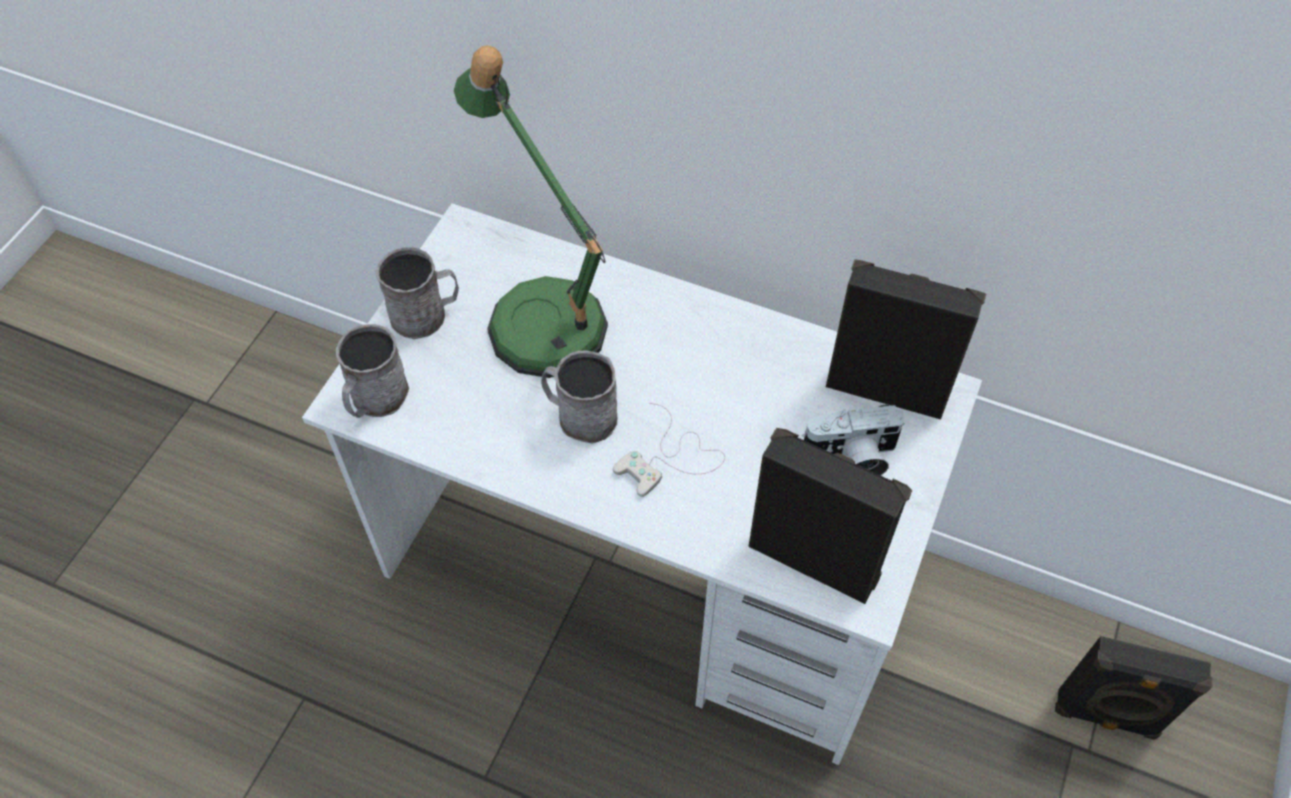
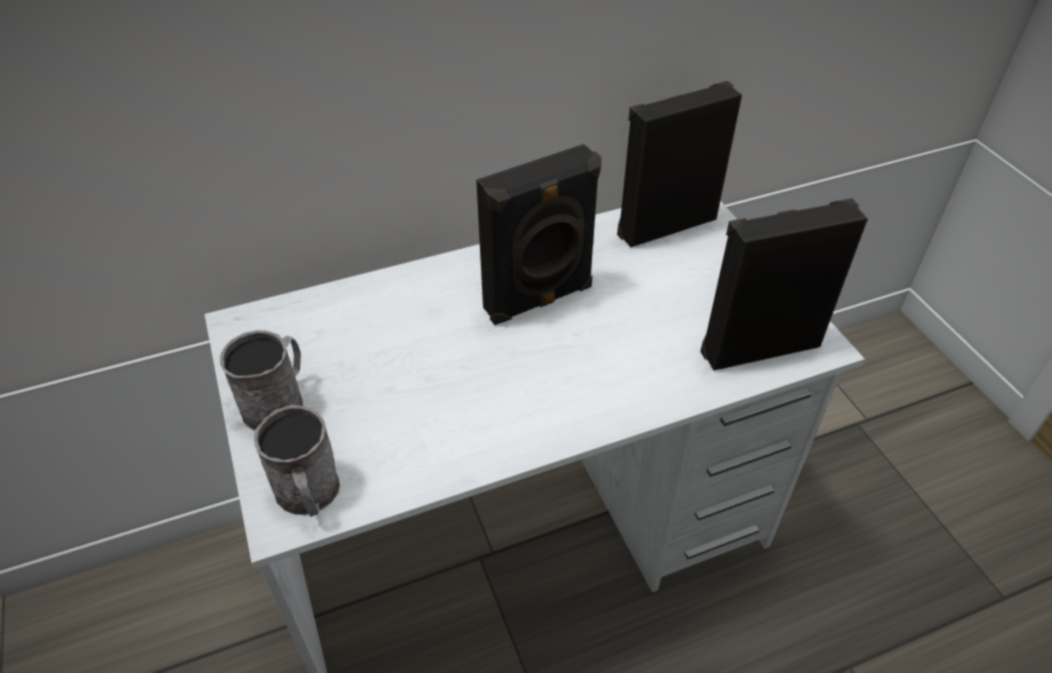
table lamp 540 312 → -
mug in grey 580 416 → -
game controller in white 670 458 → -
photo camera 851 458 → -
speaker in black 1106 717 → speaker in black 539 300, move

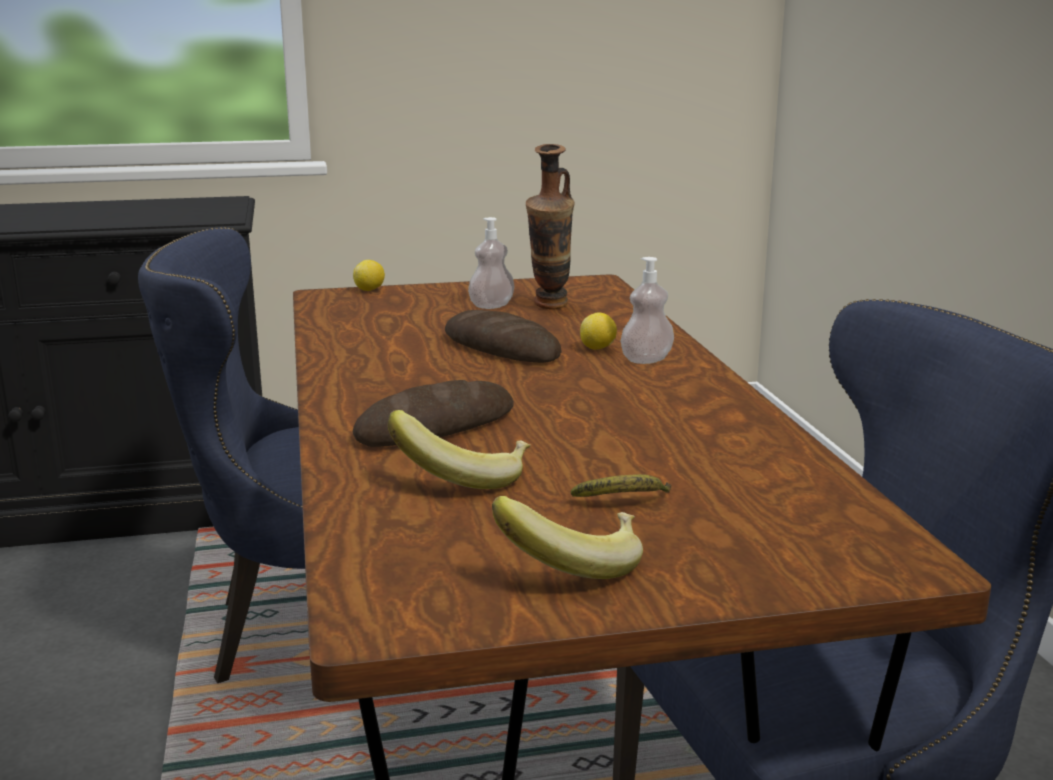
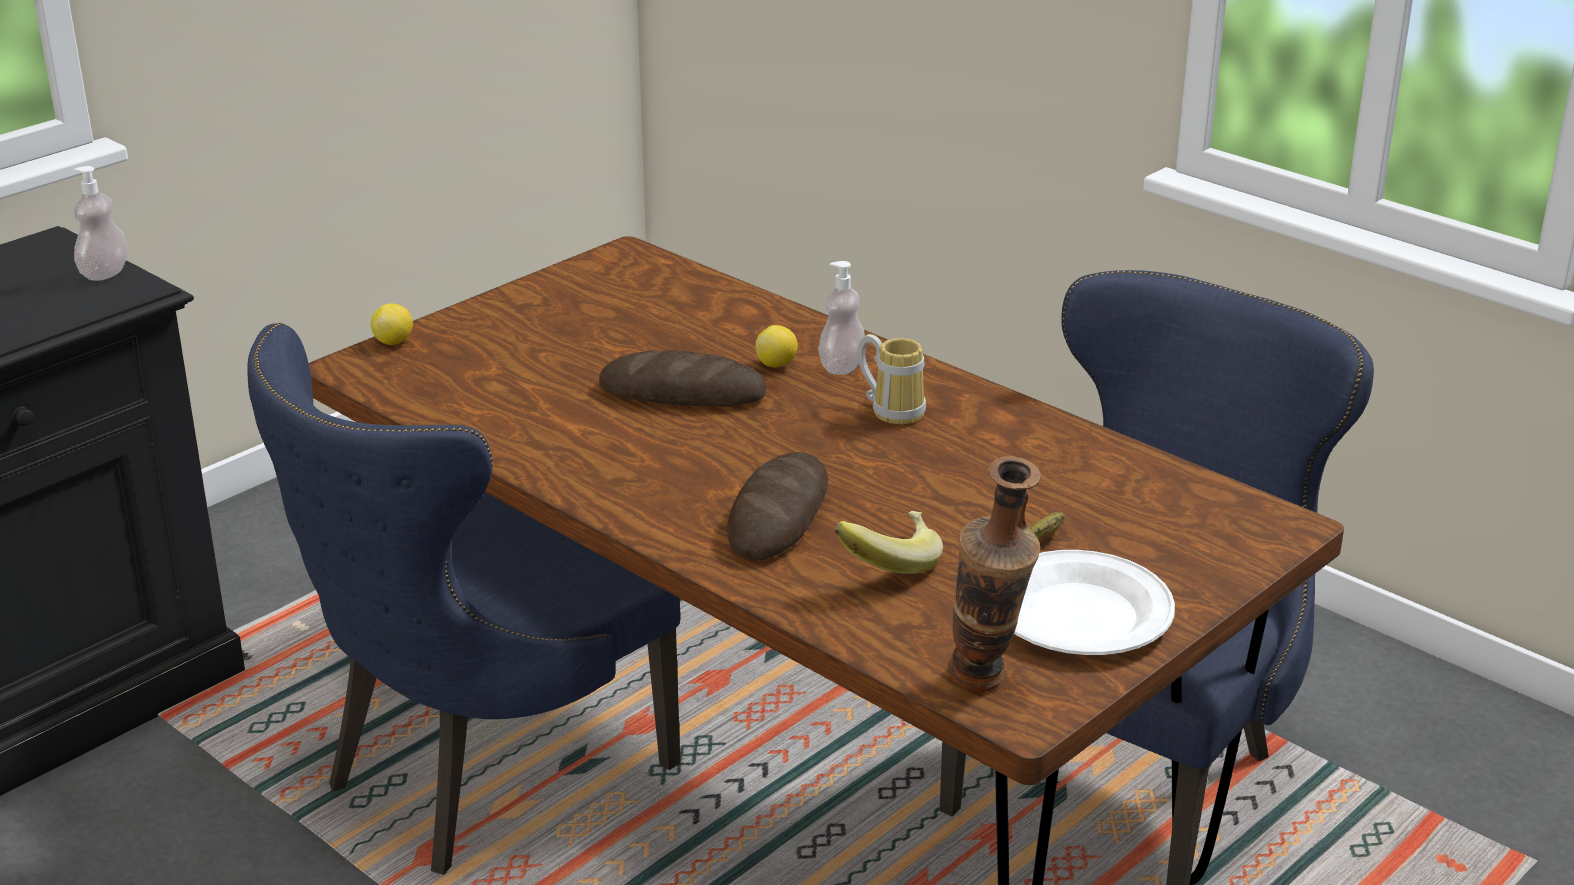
- → mug 894 409
soap dispenser 491 306 → soap dispenser 105 273, move
vase 549 308 → vase 986 687, move
banana 572 564 → plate in white 1081 612

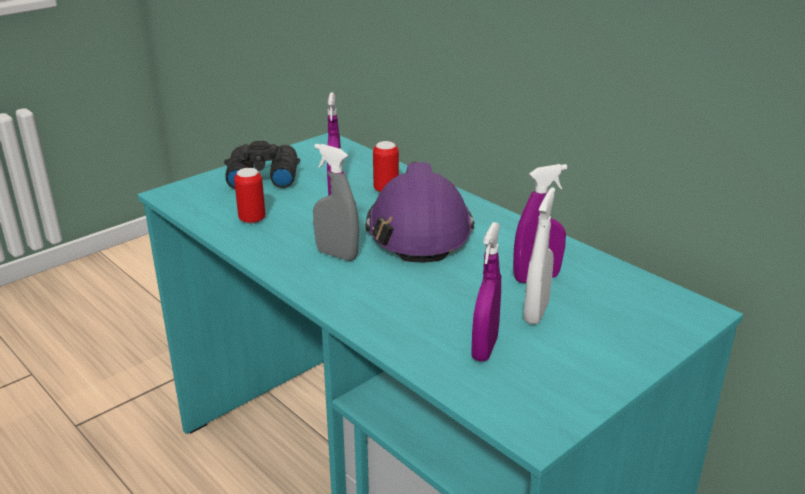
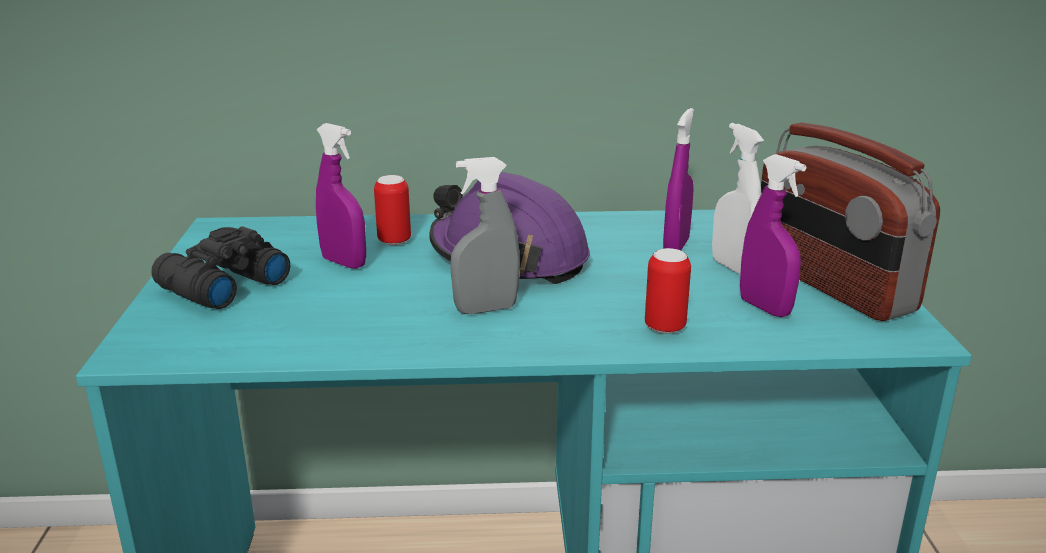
- → radio 829 284
can 252 219 → can 665 327, move

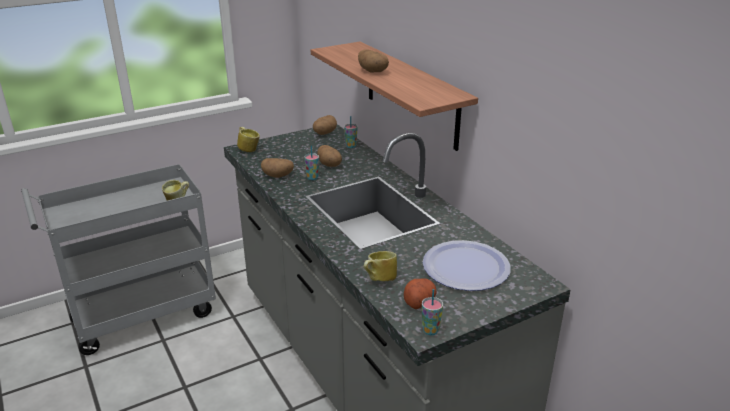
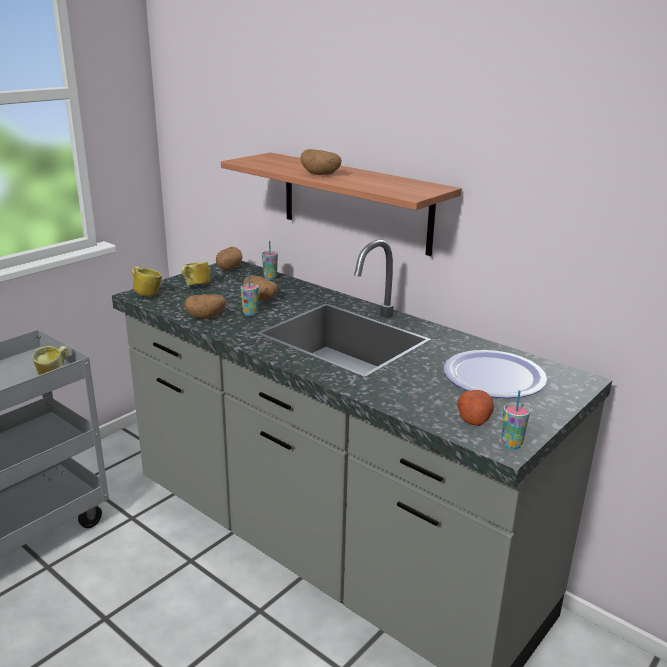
mug 379 280 → mug 195 287, move

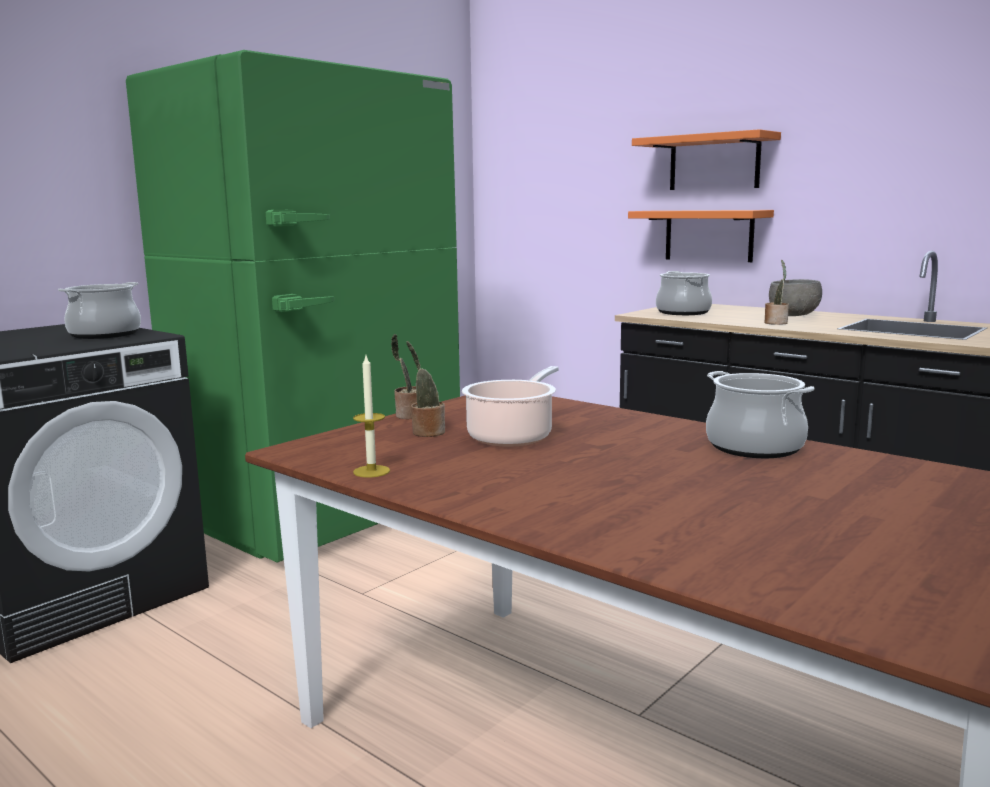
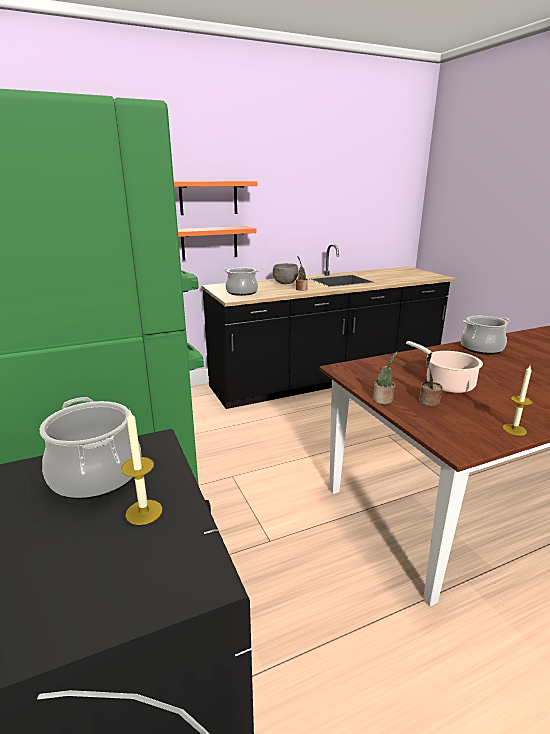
- → candle 144 512

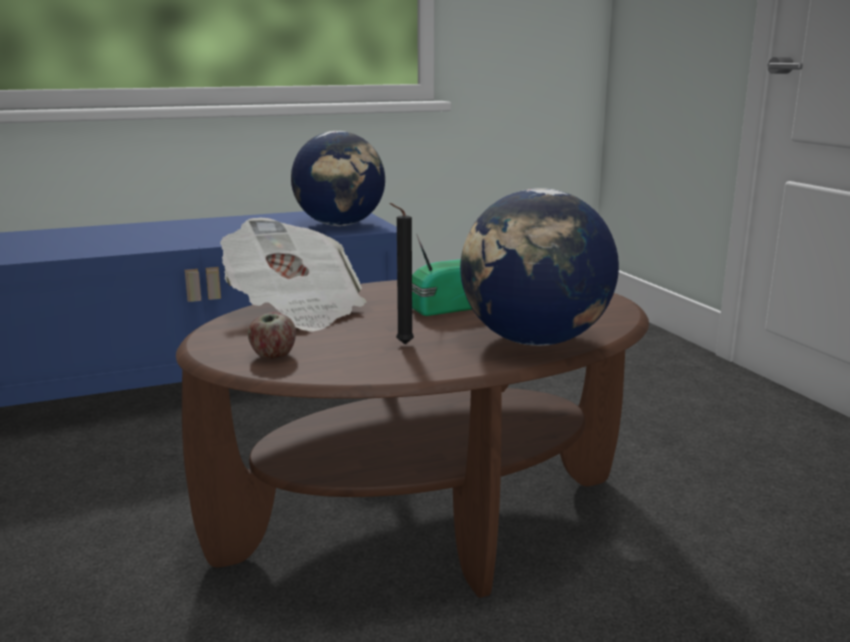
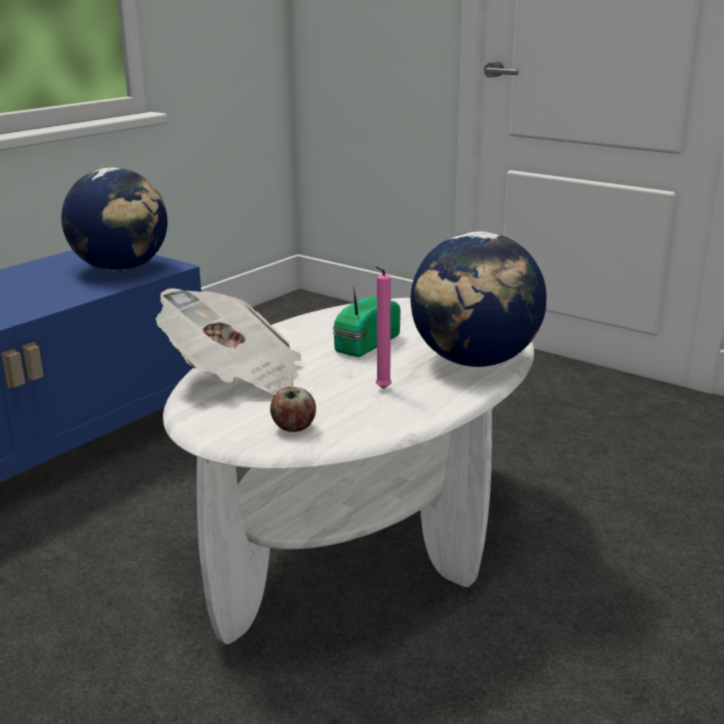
coffee table in brown 425 520 → coffee table in white 364 540
candle in black 402 344 → candle in pink 381 389

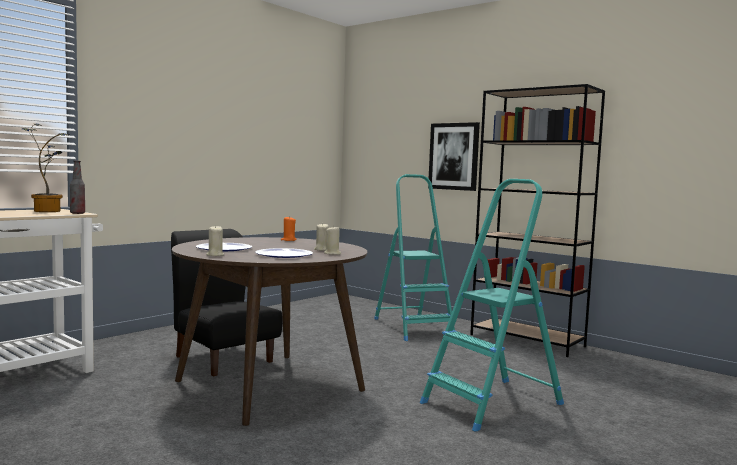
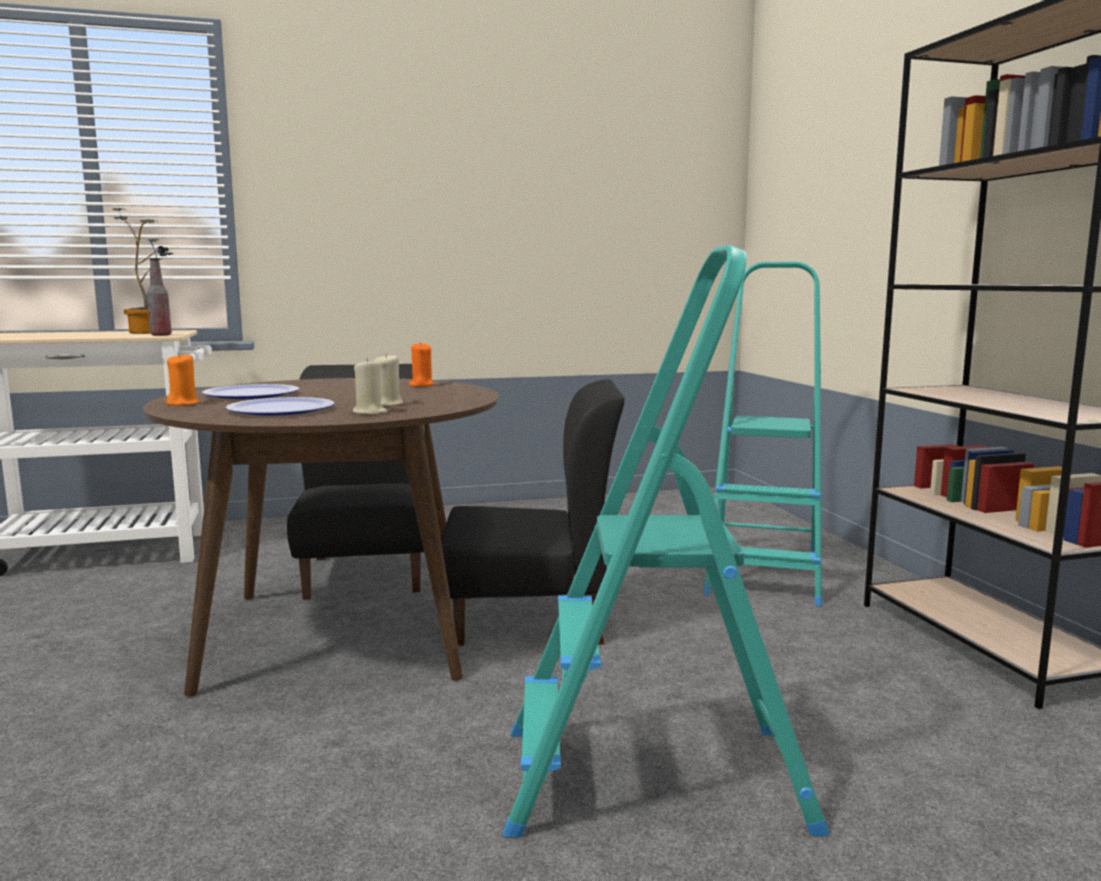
picture 454 156 → -
- → chair in black 530 619
candle in beige 215 255 → candle in orange 183 404

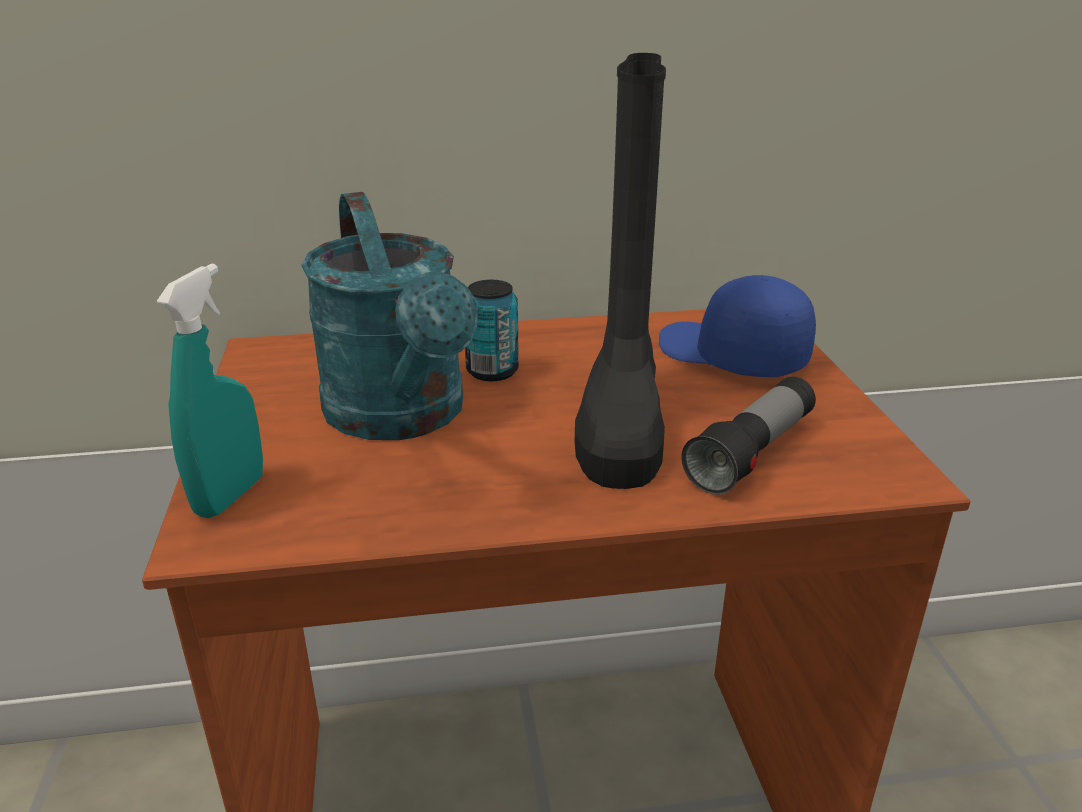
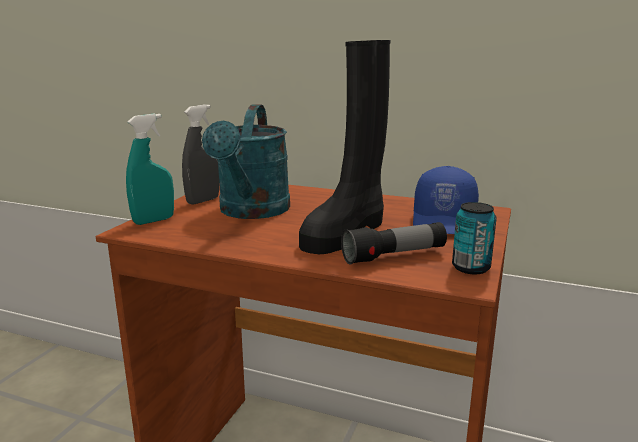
- → spray bottle in grey 203 201
can 492 371 → can 471 268, move
cap in blue 730 356 → cap in blue 445 221, 150 degrees counterclockwise

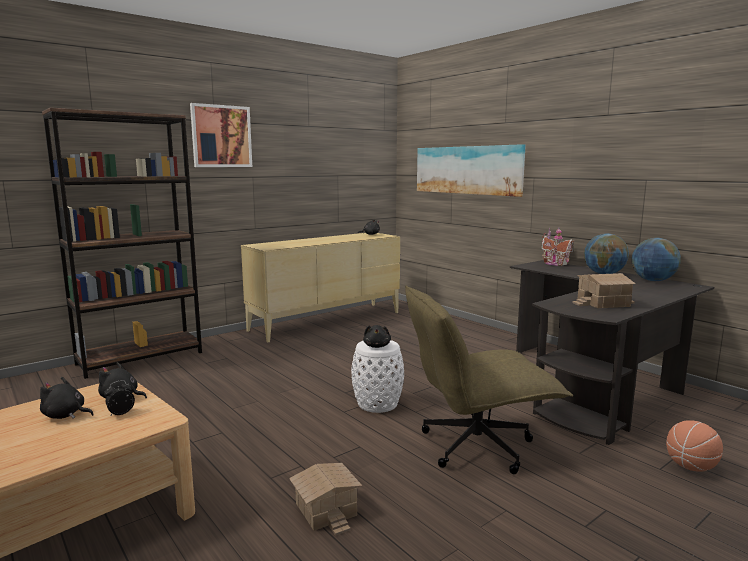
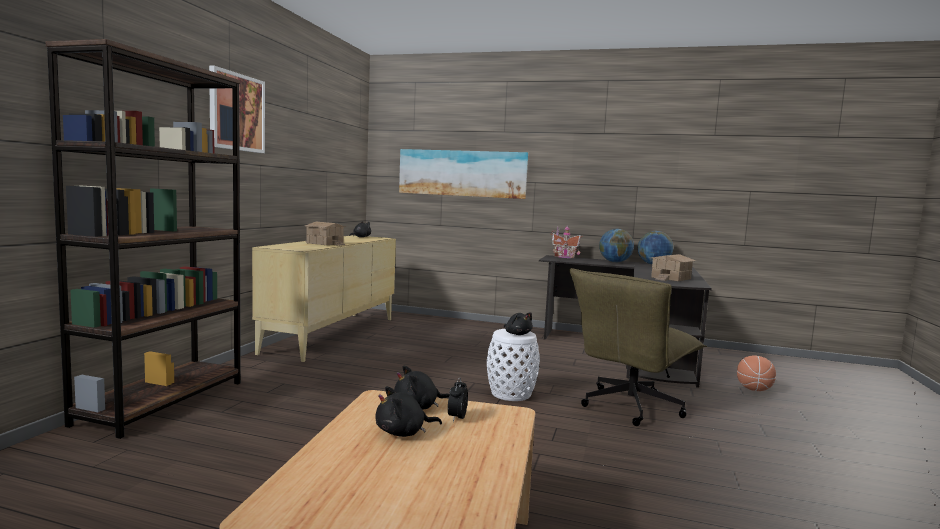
toy house 327 509 → toy house 325 243, move

